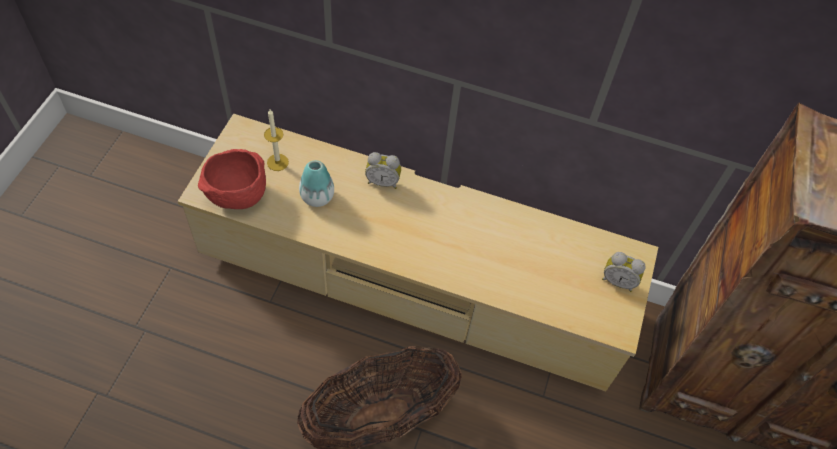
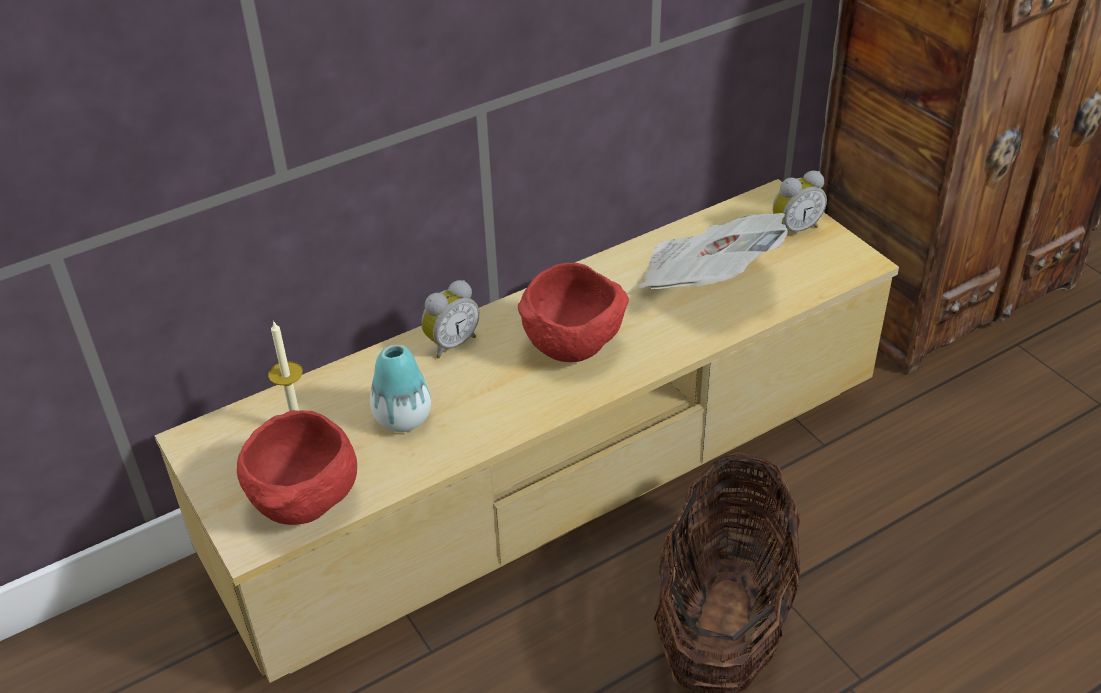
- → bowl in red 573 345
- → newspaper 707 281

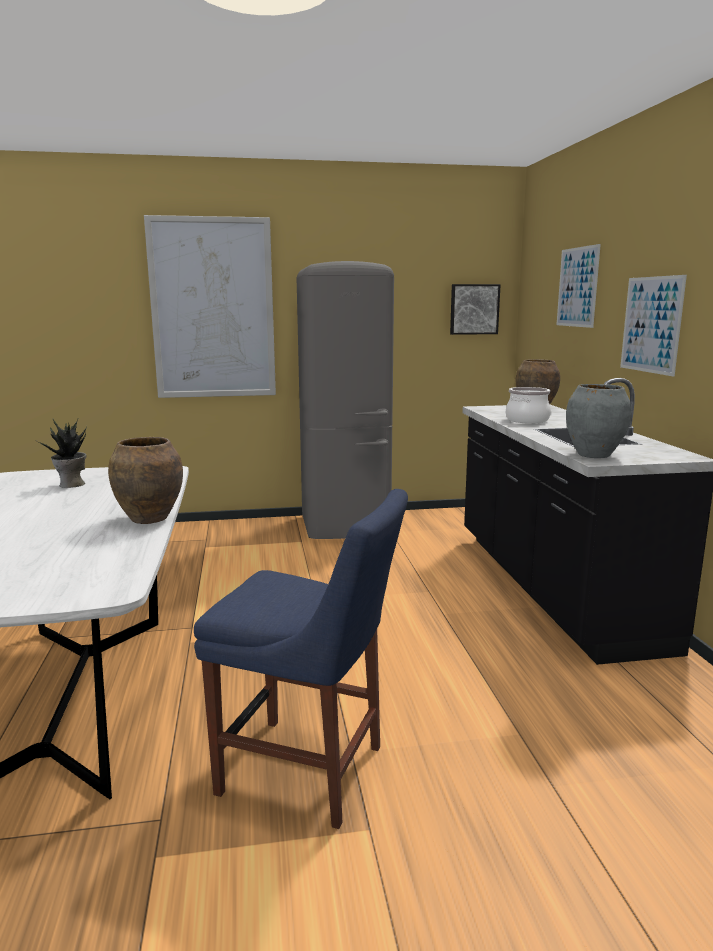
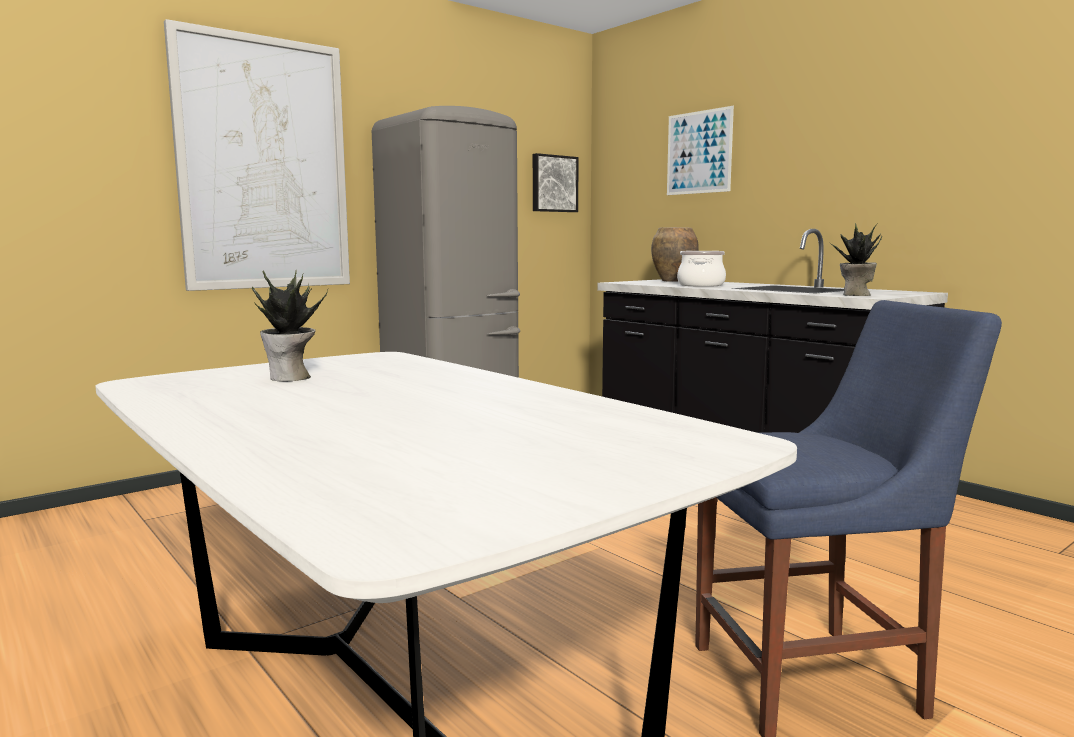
vase in brown 149 519 → -
picture 651 324 → -
vase in grey 593 455 → potted plant 855 295

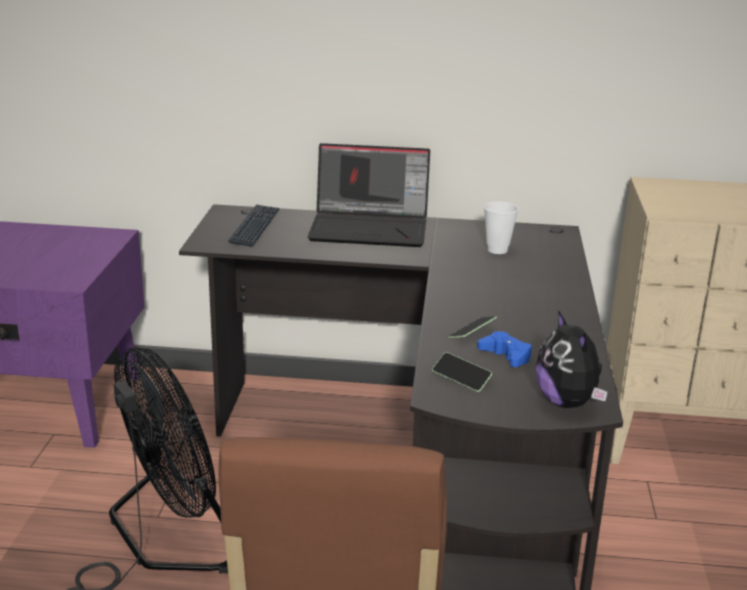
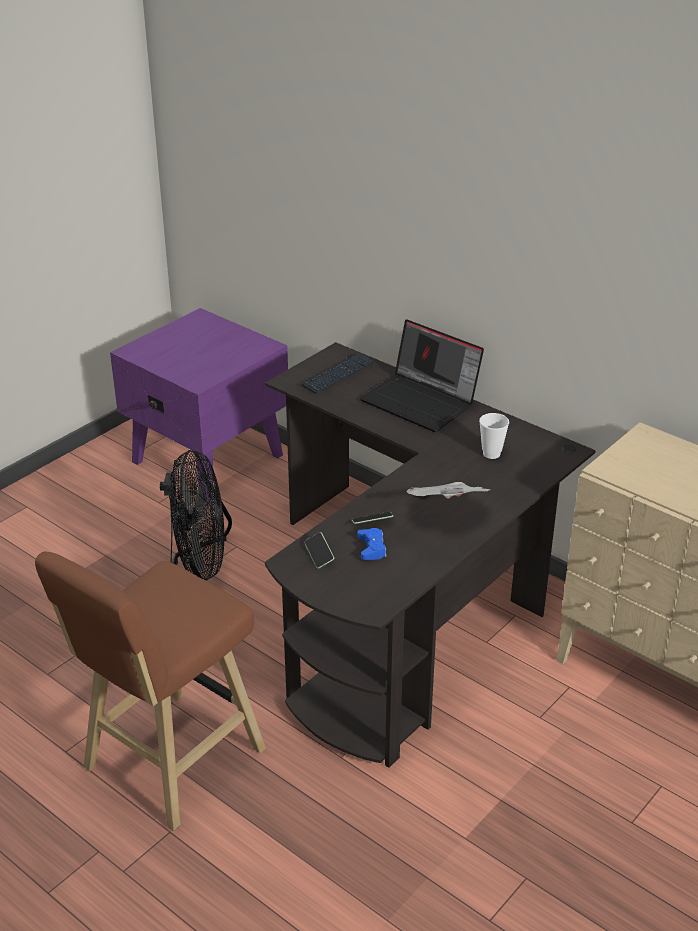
plush toy 568 402 → -
- → newspaper 447 508

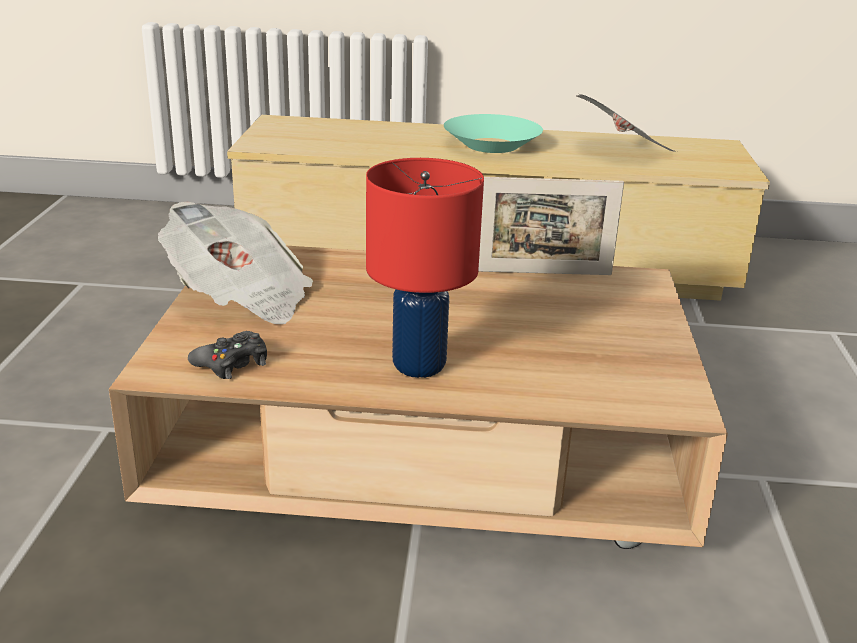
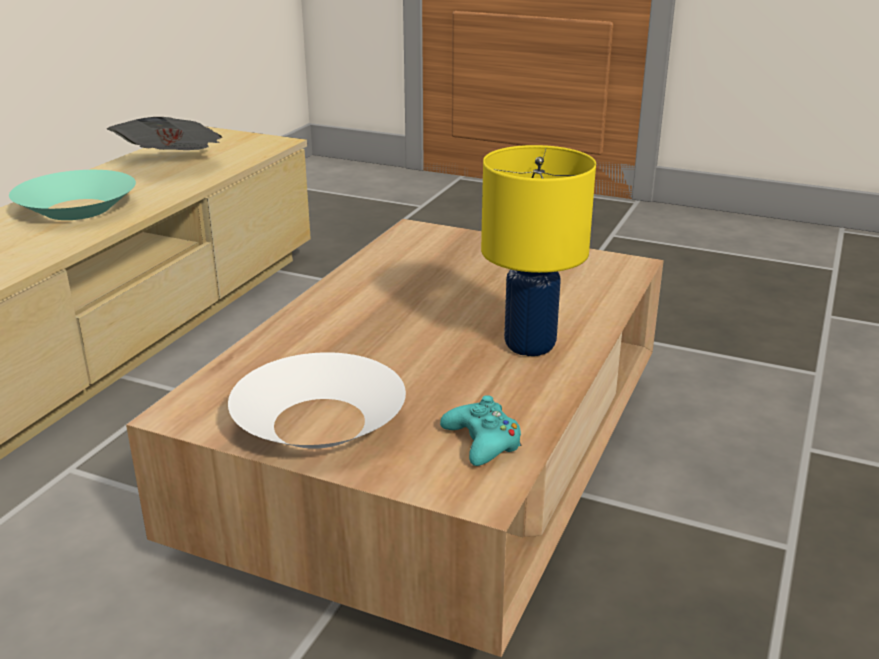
picture frame 543 273 → -
newspaper 241 297 → bowl in white 320 422
game controller in black 232 363 → game controller in turquoise 482 442
table lamp in red 419 365 → table lamp in yellow 527 345

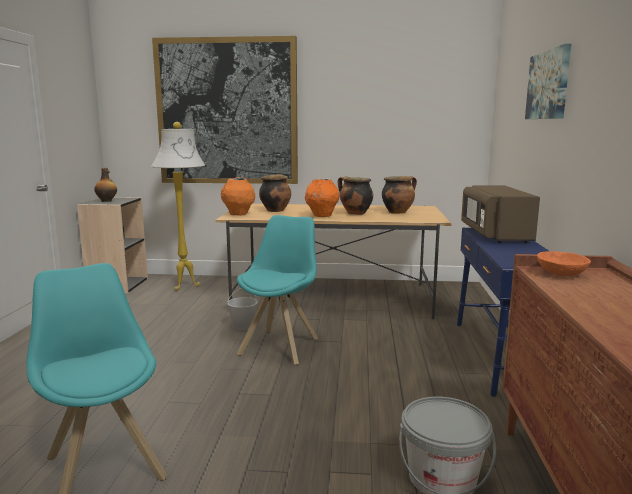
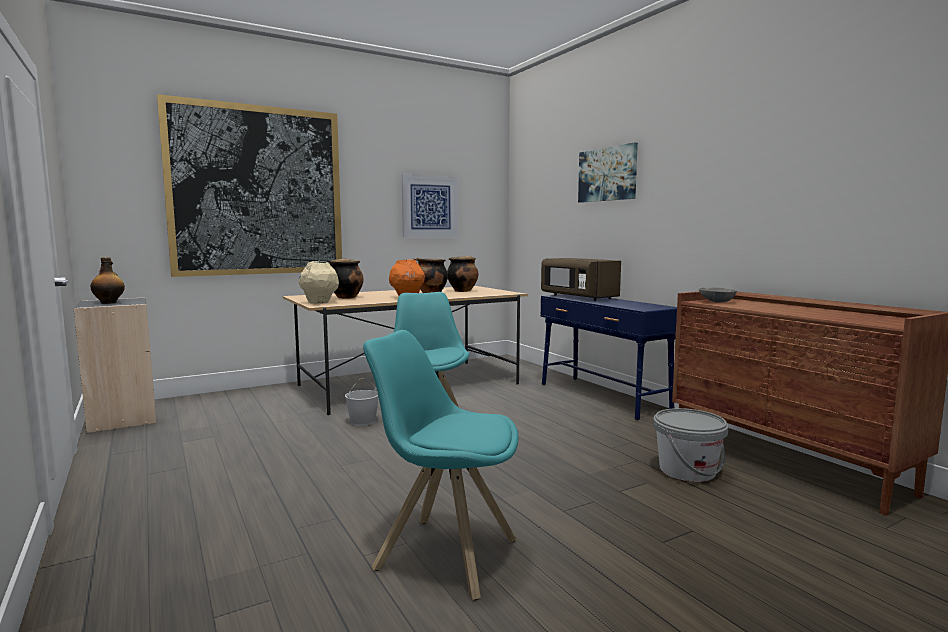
floor lamp in white 186 286 → -
- → picture 429 207
vase in orange 238 214 → vase in beige 319 303
bowl in orange 560 274 → bowl in grey 716 302

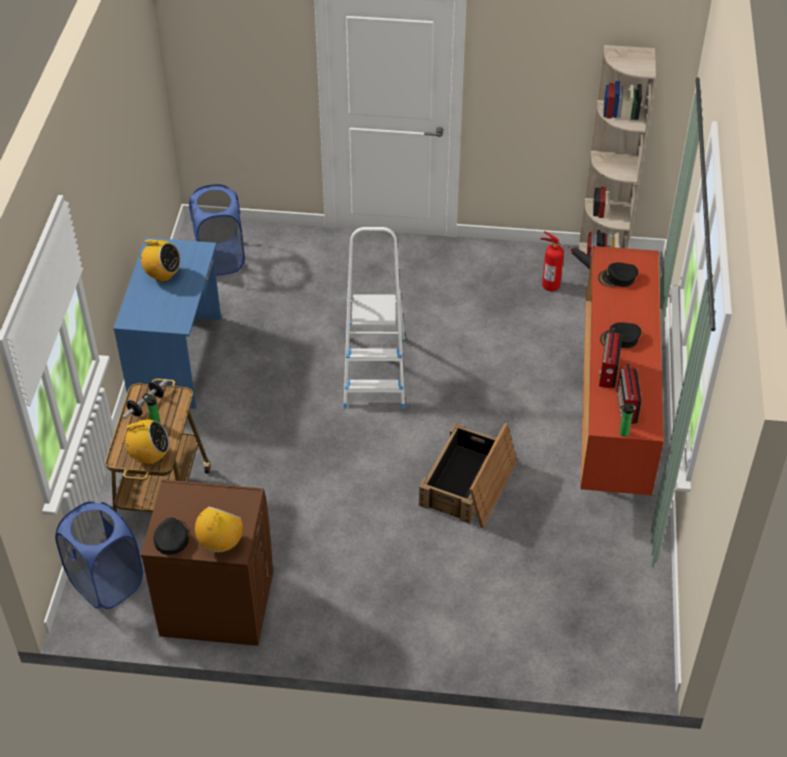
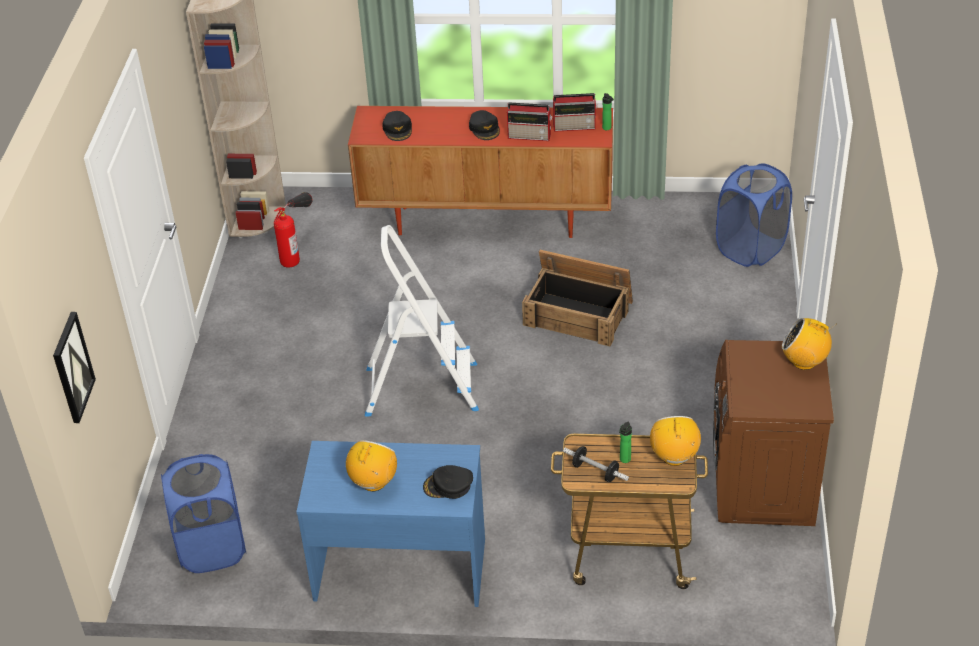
- → picture 72 367
laundry basket in blue 106 583 → laundry basket in blue 750 249, move
cap in black 171 538 → cap in black 448 486, move

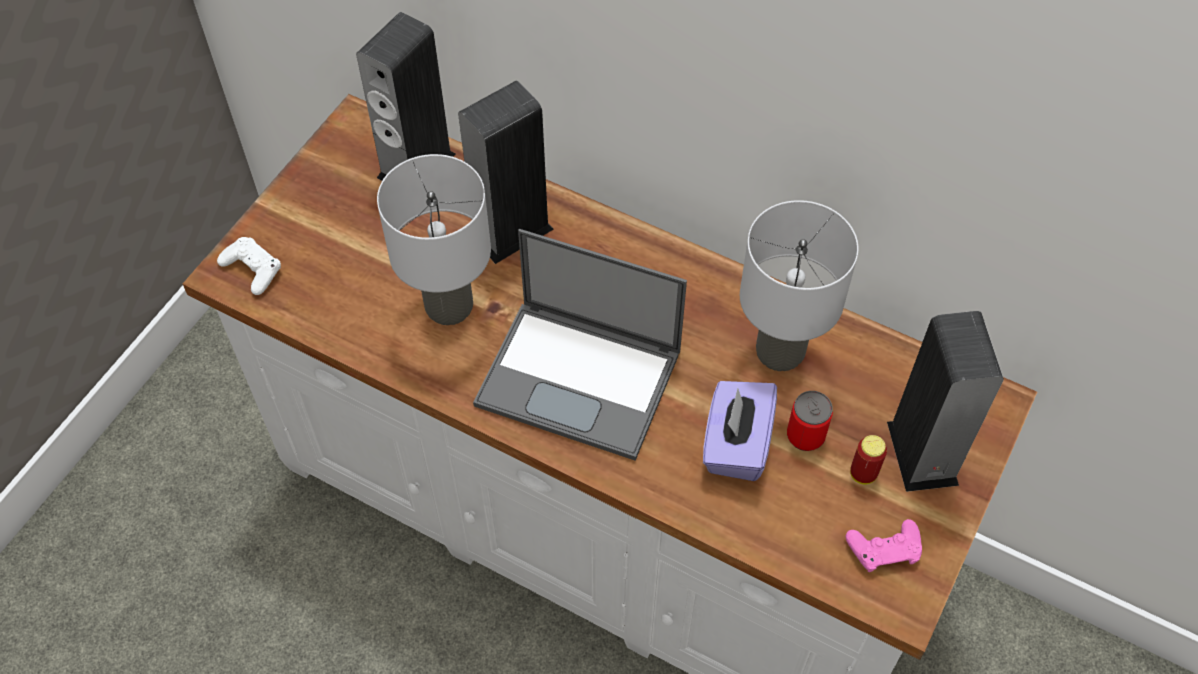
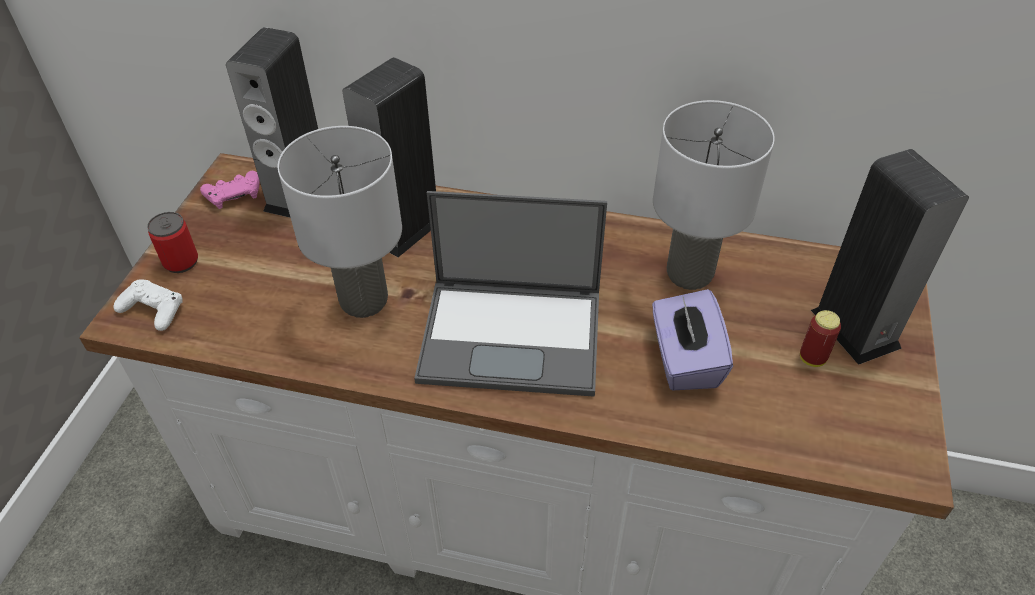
can 805 436 → can 181 262, move
game controller in pink 884 549 → game controller in pink 234 194, move

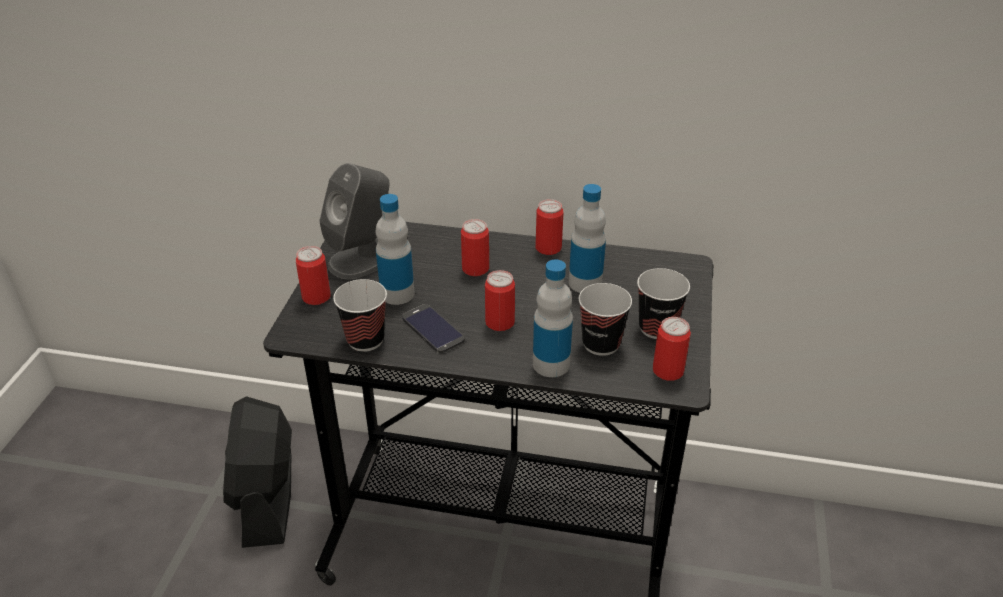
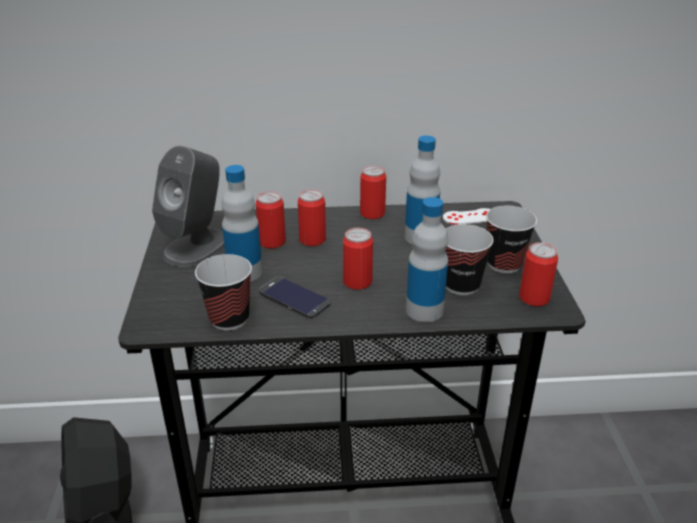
- → game controller in white 470 217
can 316 297 → can 272 242, move

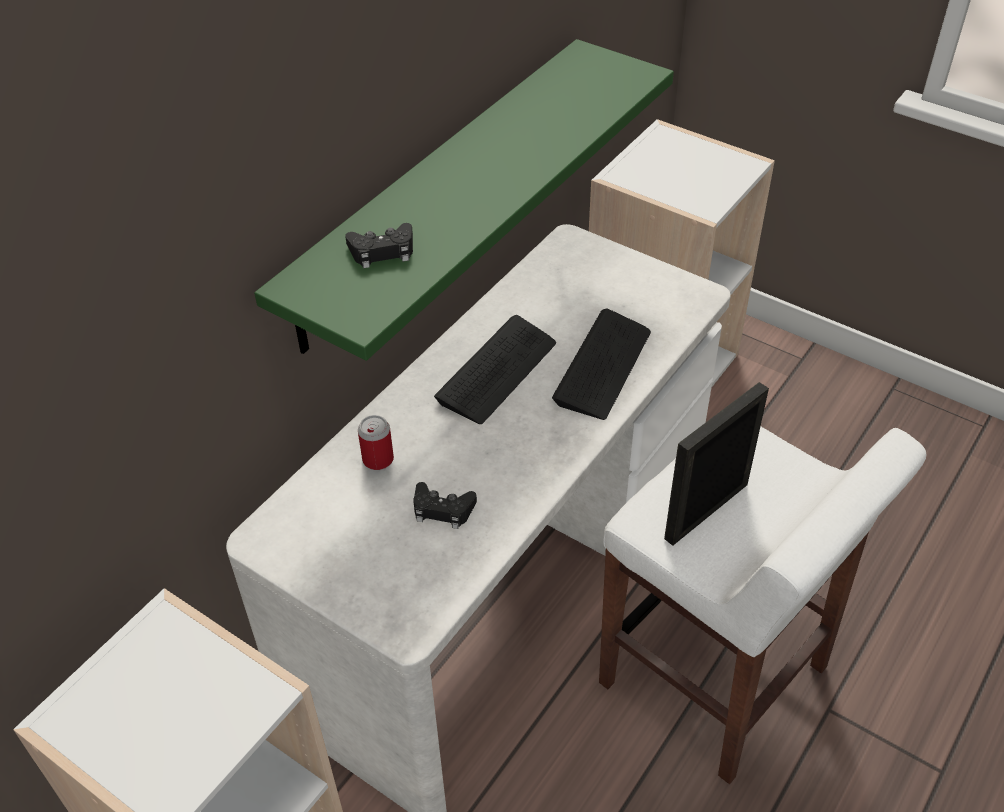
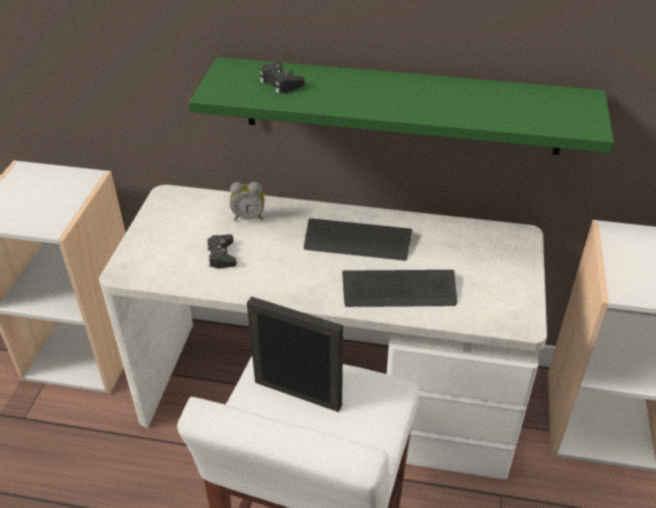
can 378 459 → alarm clock 248 216

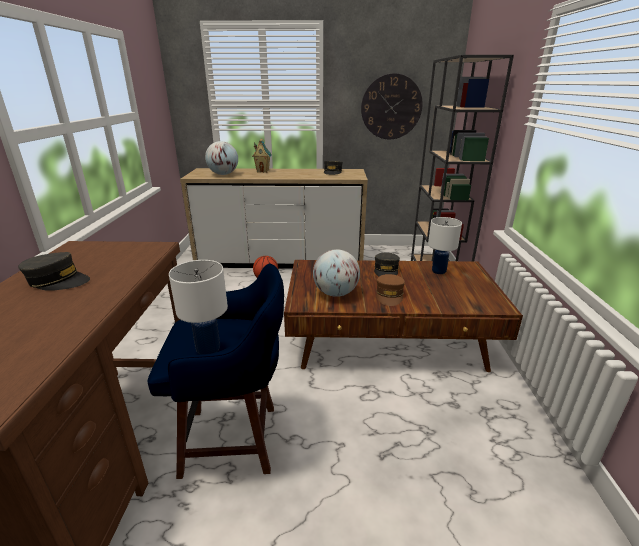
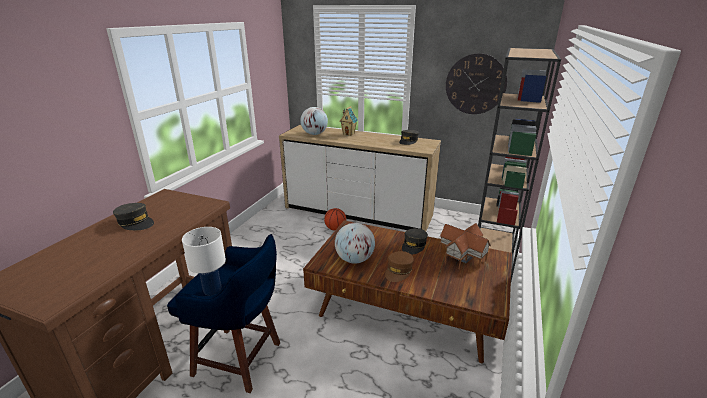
table lamp in white 439 271 → toy house 463 256

